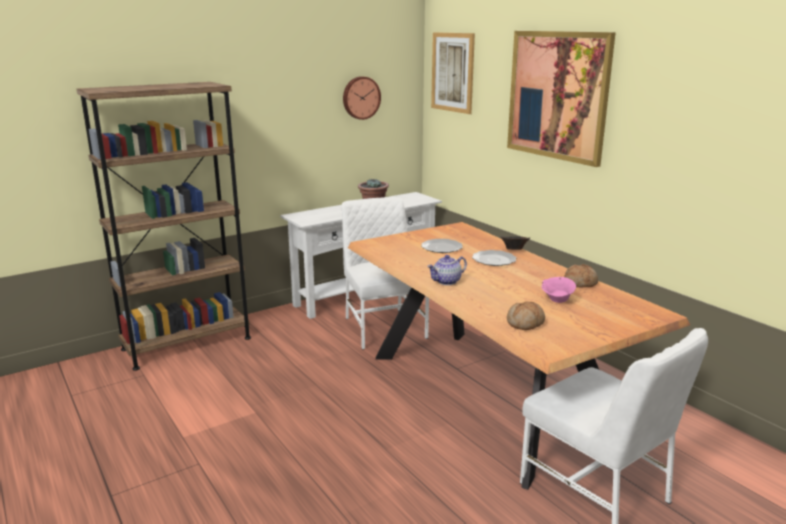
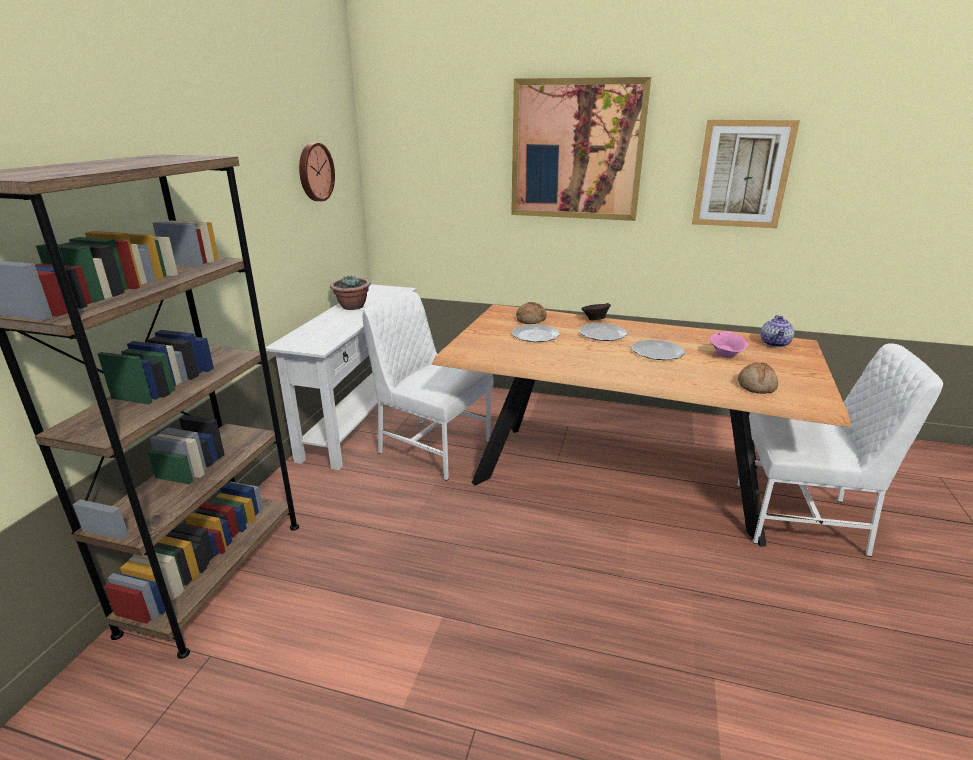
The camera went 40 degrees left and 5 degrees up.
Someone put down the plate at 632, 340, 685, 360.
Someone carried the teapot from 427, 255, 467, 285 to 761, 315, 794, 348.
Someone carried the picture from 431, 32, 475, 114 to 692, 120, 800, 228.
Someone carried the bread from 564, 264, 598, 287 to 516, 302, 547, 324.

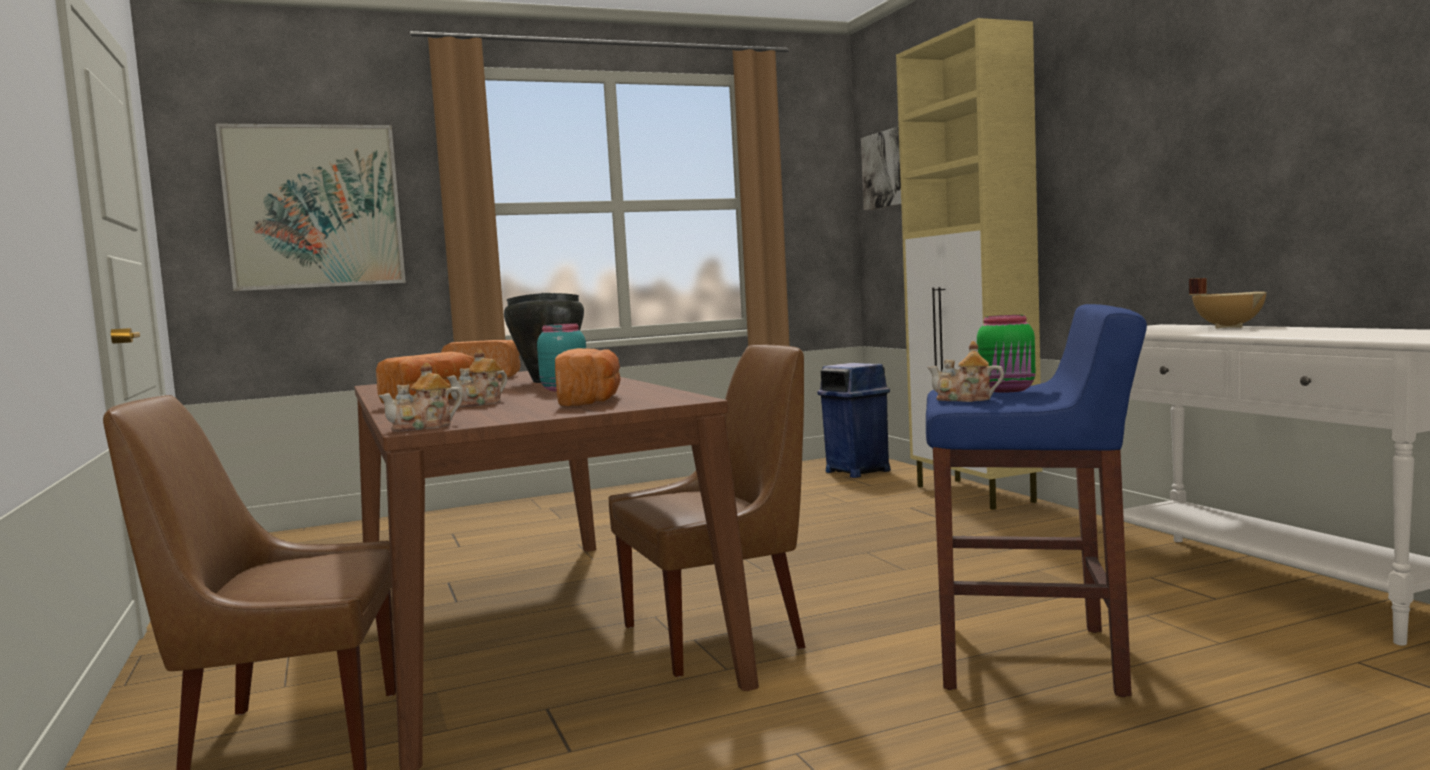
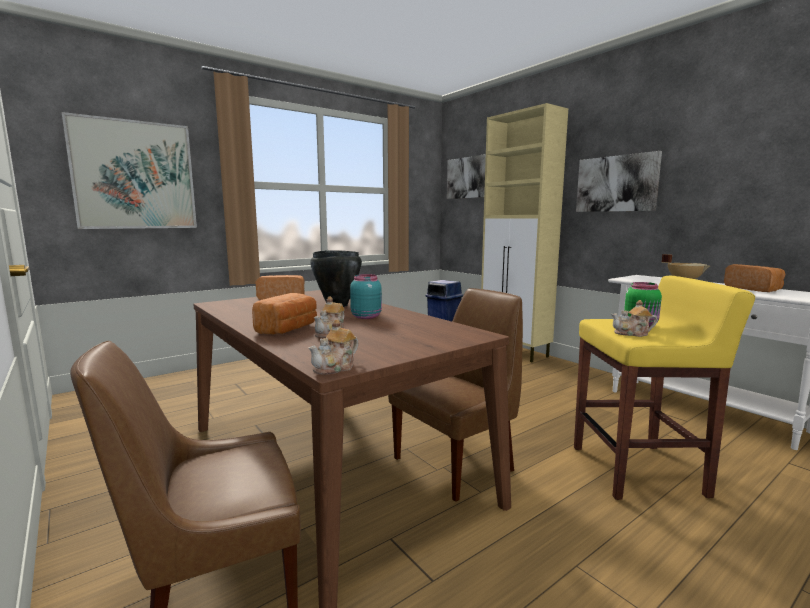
The camera went 15 degrees left and 5 degrees up.
Someone put up the picture at 576, 151, 662, 212.
Someone carried the bread from 555, 348, 621, 406 to 724, 264, 785, 292.
Someone repainted the stool in blue at 926, 304, 1147, 697, which became the stool in yellow at 574, 276, 755, 500.

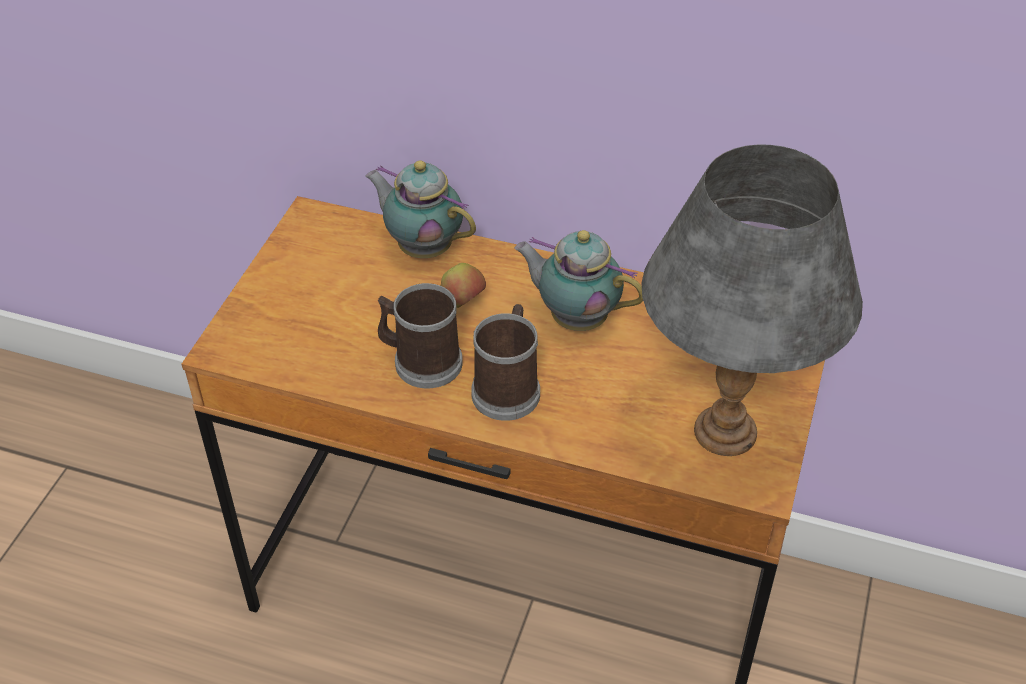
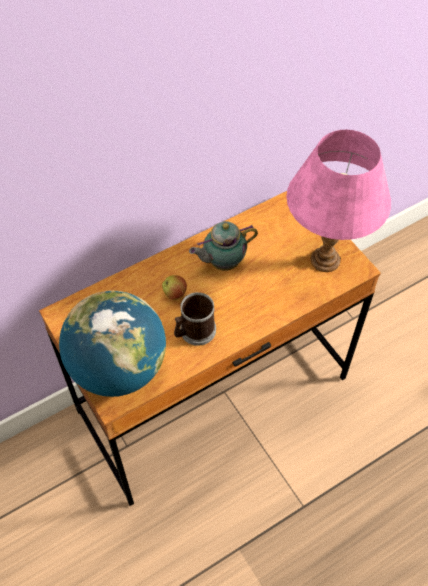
The camera went 50 degrees left and 10 degrees up.
Someone took away the teapot at 365, 160, 476, 258.
Someone took away the mug at 471, 304, 540, 421.
Someone put down the globe at 59, 290, 166, 397.
Someone repainted the table lamp in grey at 642, 144, 863, 456, which became the table lamp in pink at 286, 130, 391, 272.

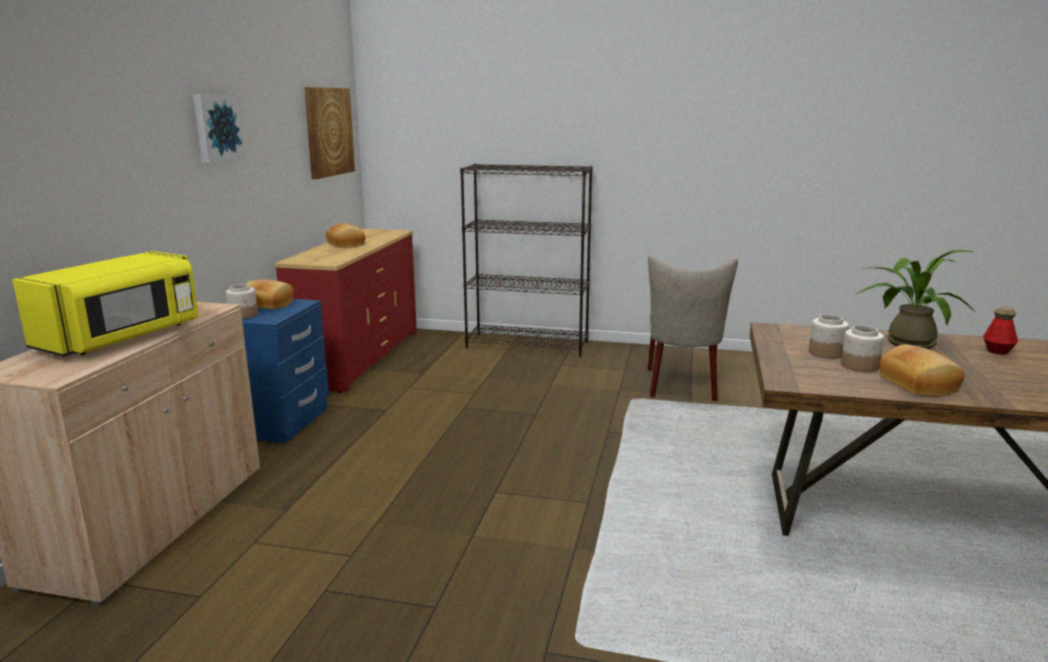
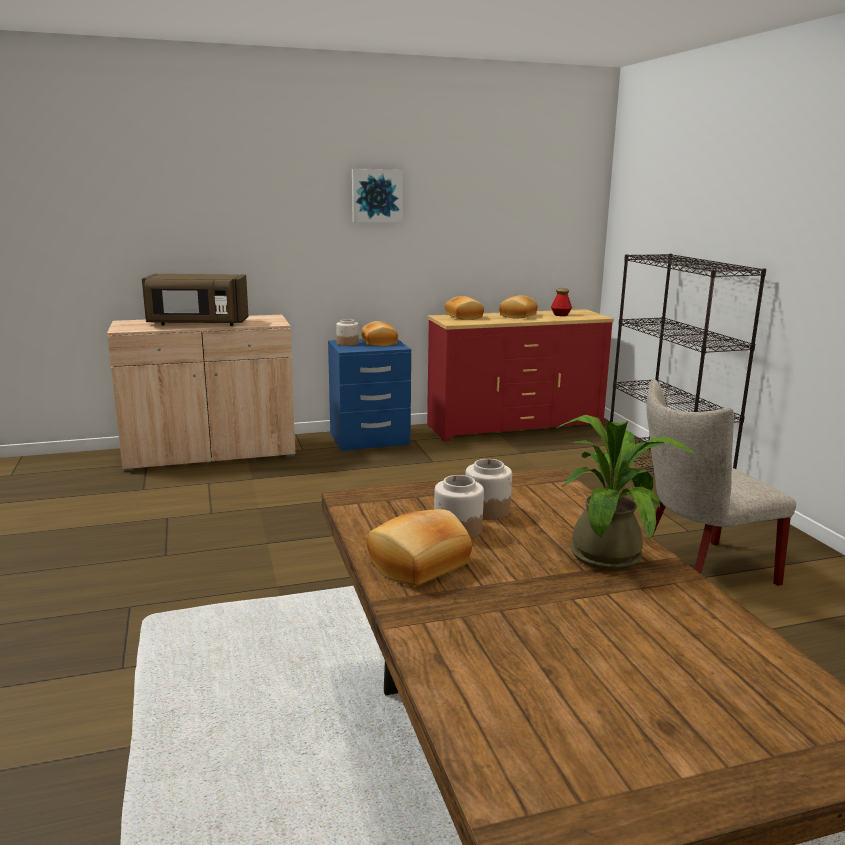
The camera went 60 degrees right and 0 degrees up.
Someone took away the picture at 304, 87, 355, 179.
Someone put down the bread at 445, 296, 484, 320.
Someone carried the bottle from 983, 306, 1018, 355 to 551, 288, 572, 316.
Someone repainted the microwave in yellow at 12, 251, 198, 357, which became the microwave in brown at 142, 274, 249, 326.

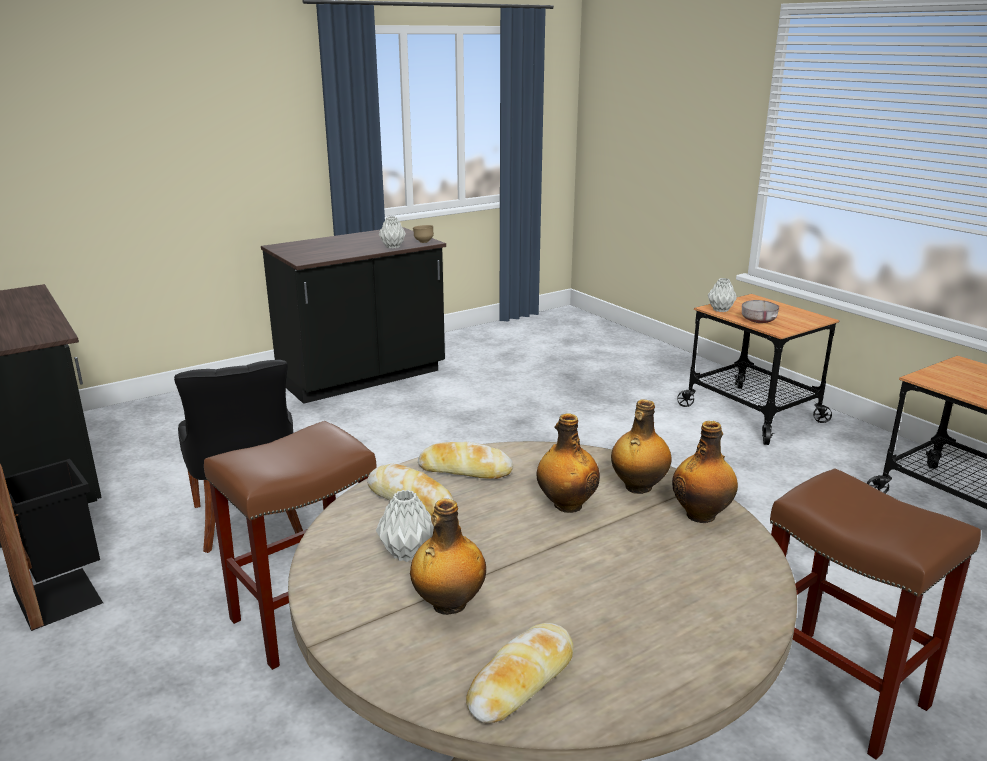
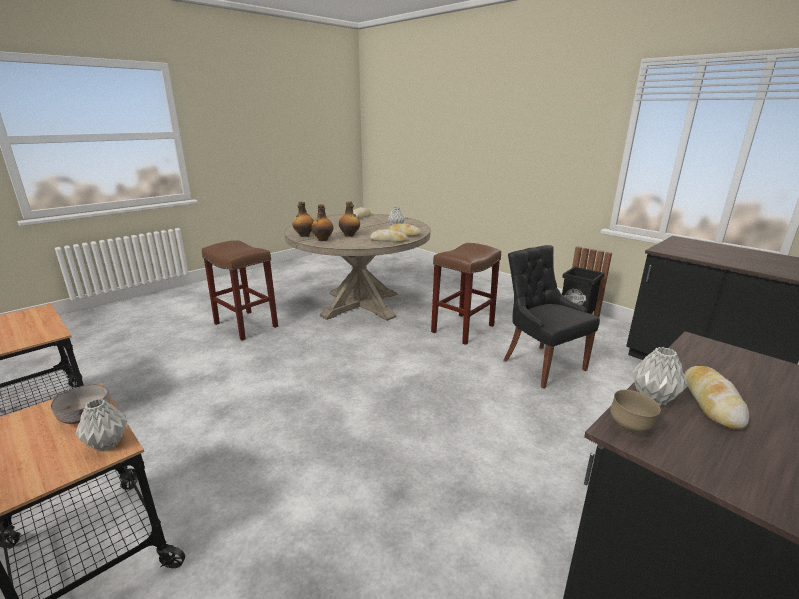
The camera went 170 degrees right and 0 degrees up.
Someone took away the bottle at 410, 498, 486, 615.
Someone put down the bread at 684, 366, 749, 429.

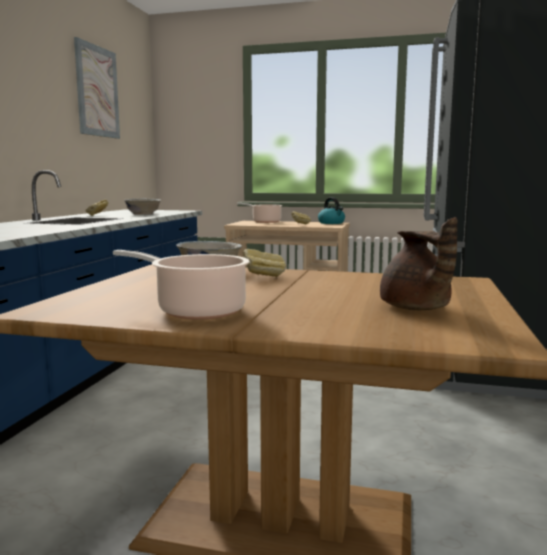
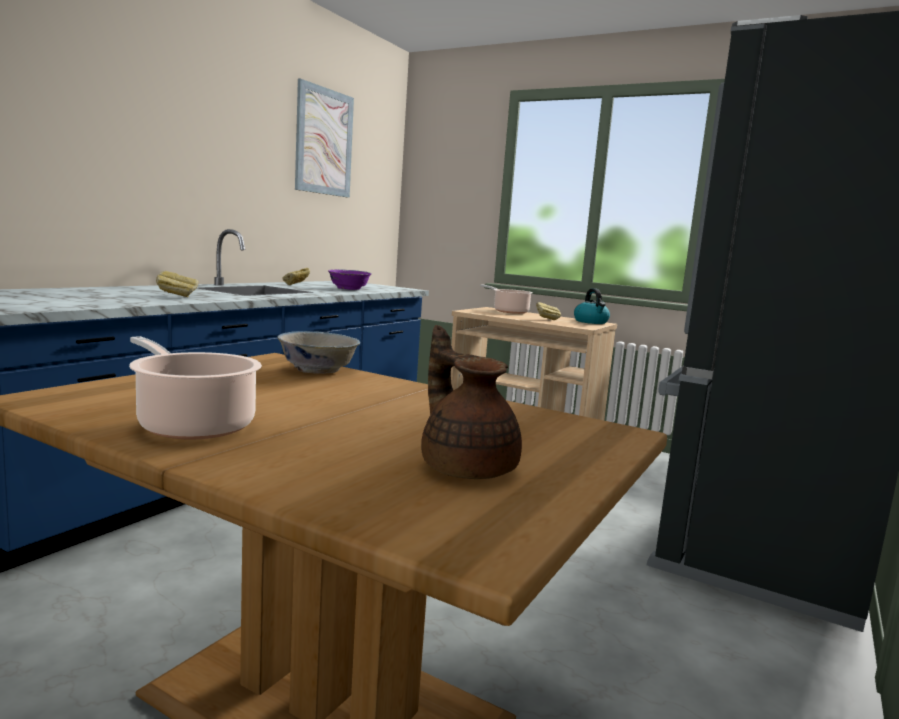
The camera went 15 degrees right and 0 degrees up.
Someone carried the bread from 242, 249, 286, 277 to 156, 271, 199, 297.
Someone repainted the bowl in white at 124, 199, 161, 215, which became the bowl in purple at 328, 269, 372, 290.
Someone rotated the teapot in brown at 380, 217, 458, 310 by 150 degrees clockwise.

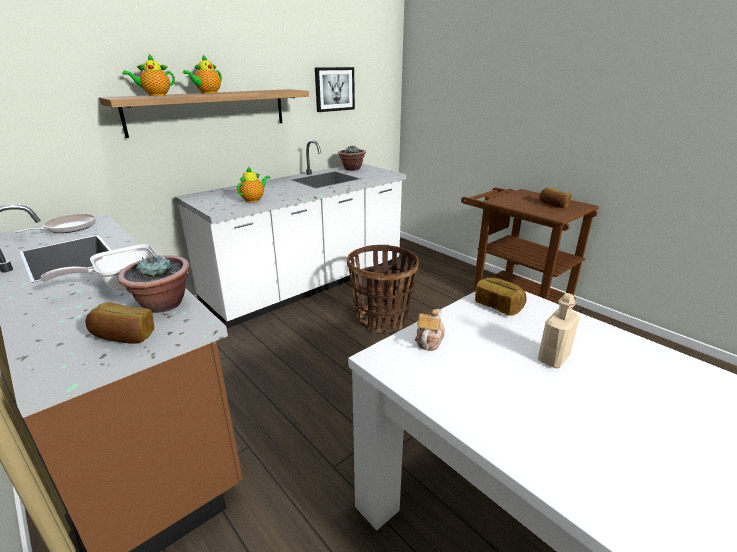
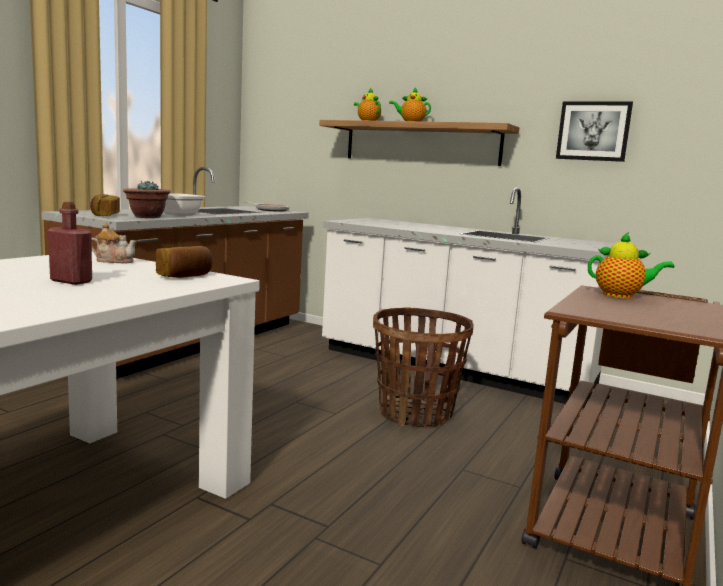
The camera went 70 degrees right and 15 degrees down.
Someone took away the potted plant at 338, 146, 366, 171.
Someone took away the bread at 539, 188, 572, 208.
Someone carried the teapot from 237, 167, 270, 203 to 588, 232, 674, 298.
Someone repainted the bottle in beige at 538, 293, 580, 368, which became the bottle in red at 48, 202, 92, 285.

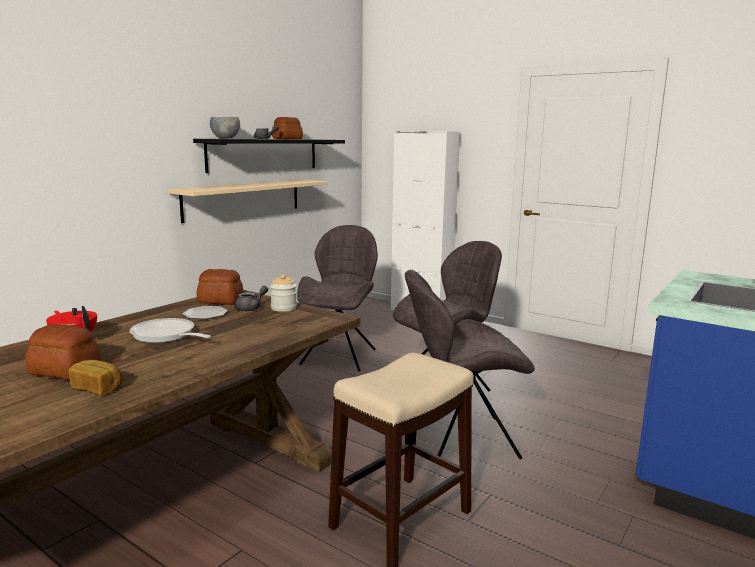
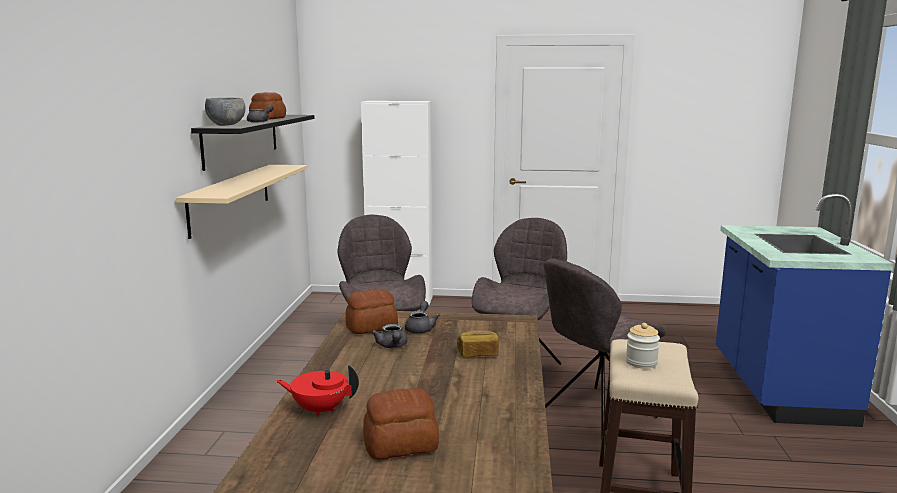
The camera went 30 degrees left and 0 degrees up.
Someone took away the frying pan at 130, 318, 211, 343.
Someone carried the bread from 69, 360, 122, 395 to 457, 331, 499, 357.
Someone carried the jar from 270, 274, 297, 312 to 626, 323, 660, 369.
Someone swapped the plate at 182, 306, 228, 319 for the teapot in grey at 371, 324, 408, 348.

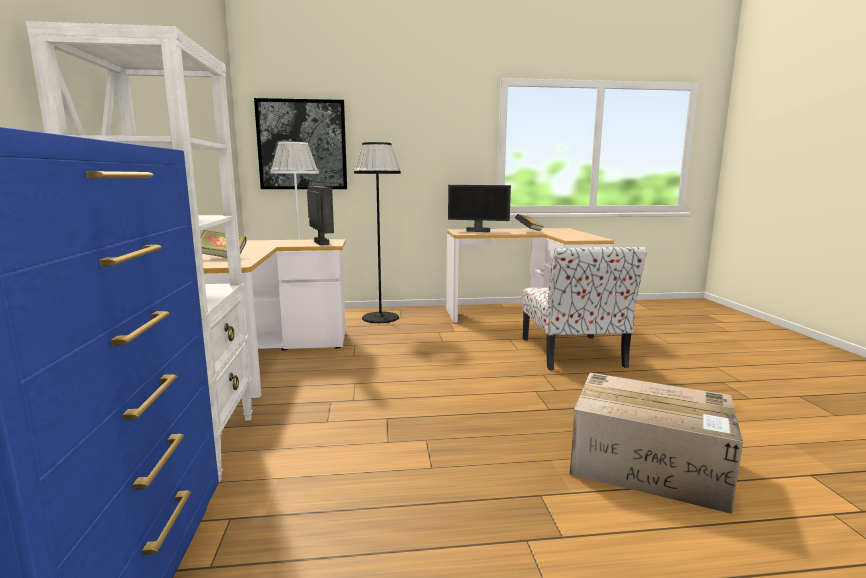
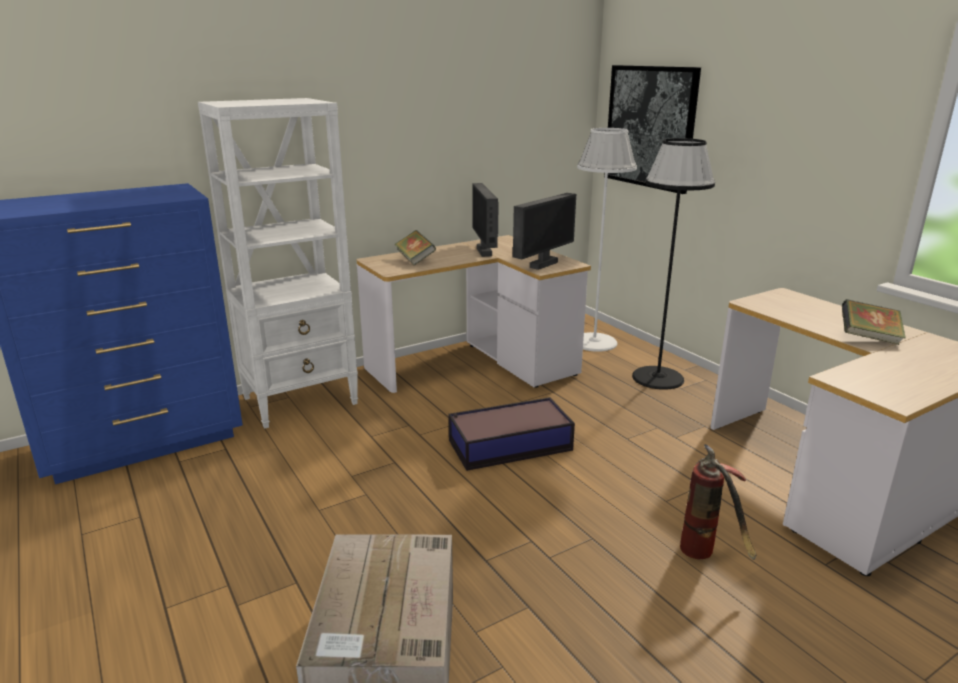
The camera went 65 degrees right and 10 degrees up.
Someone put down the storage box at 448, 397, 575, 471.
Someone carried the monitor from 448, 185, 511, 232 to 472, 183, 499, 257.
Someone swapped the chair at 522, 247, 647, 370 for the fire extinguisher at 680, 444, 756, 560.

